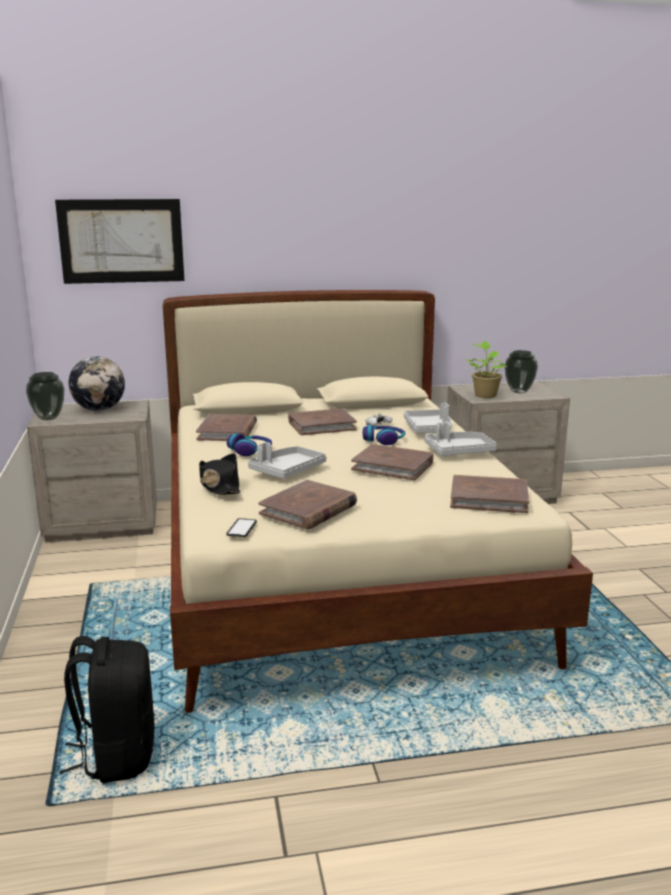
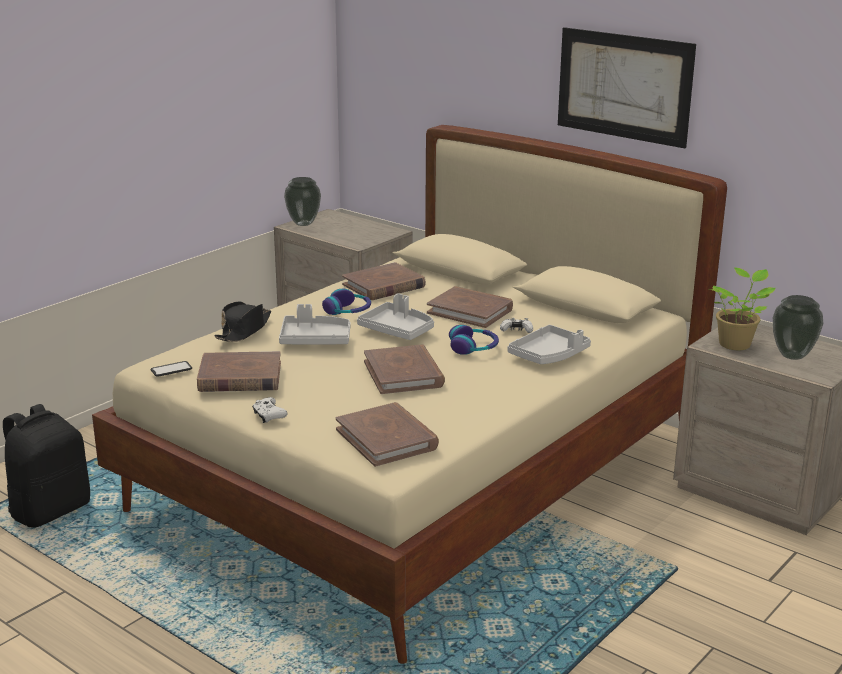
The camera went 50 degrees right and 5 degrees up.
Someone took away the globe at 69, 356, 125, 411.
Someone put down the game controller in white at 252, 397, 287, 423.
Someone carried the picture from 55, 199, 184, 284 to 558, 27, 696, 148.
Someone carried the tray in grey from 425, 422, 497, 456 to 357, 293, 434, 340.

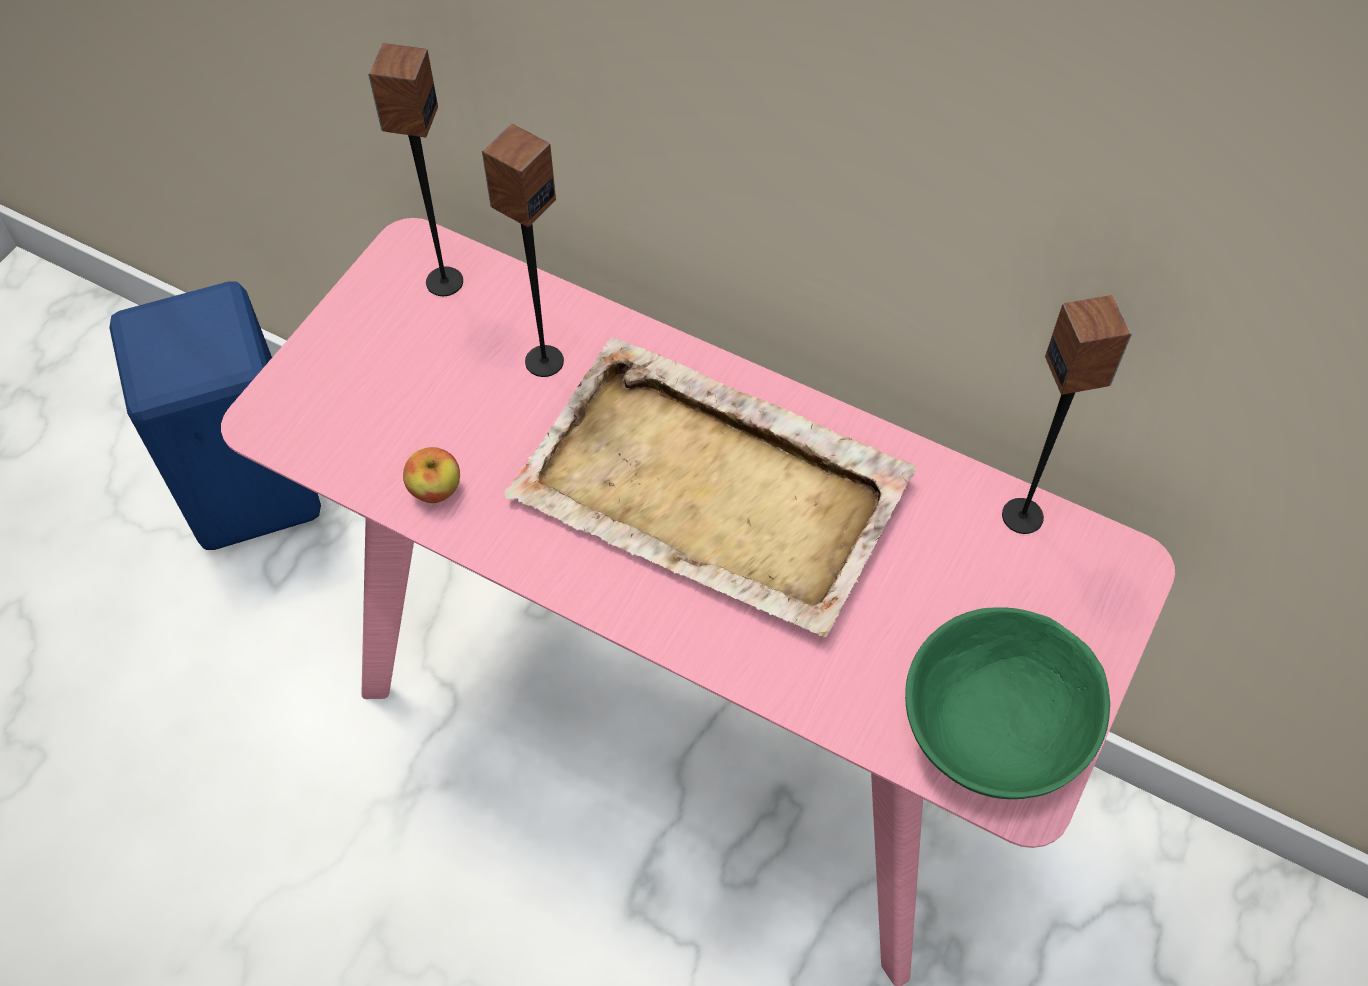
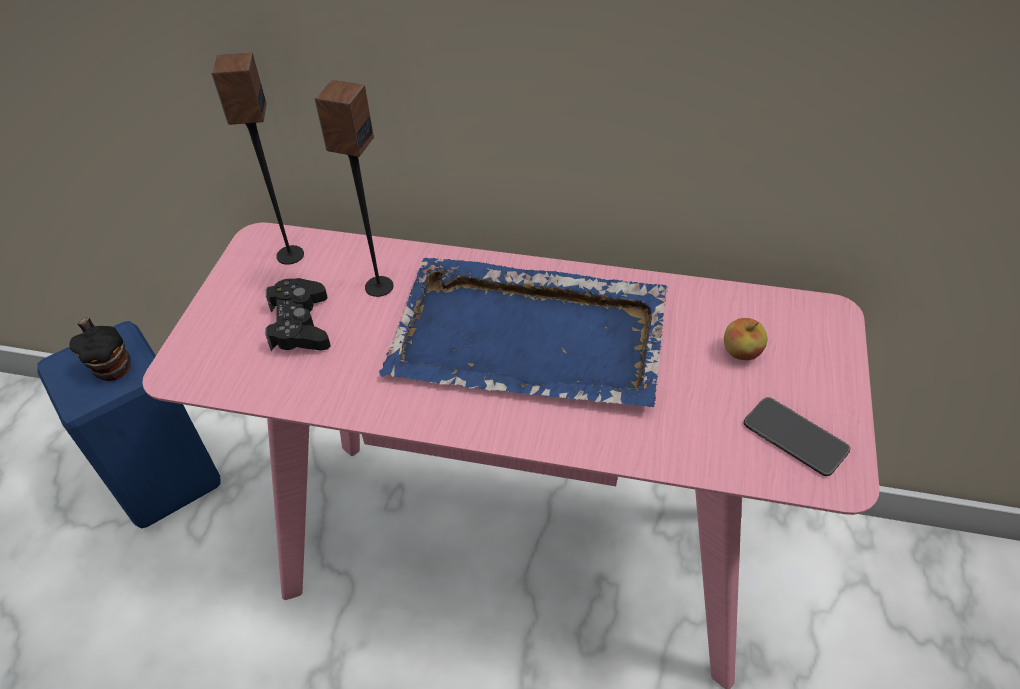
The camera went 15 degrees left and 10 degrees down.
Someone took away the speaker at 1002, 295, 1132, 534.
Someone put down the mug at 69, 318, 131, 381.
Someone put down the game controller in black at 265, 278, 330, 351.
Someone carried the apple from 403, 447, 460, 503 to 724, 318, 767, 360.
Someone swapped the bowl in green at 905, 607, 1110, 799 for the phone at 744, 397, 850, 476.
Someone repainted the tray in beige at 505, 338, 917, 637, which became the tray in blue at 379, 258, 668, 407.

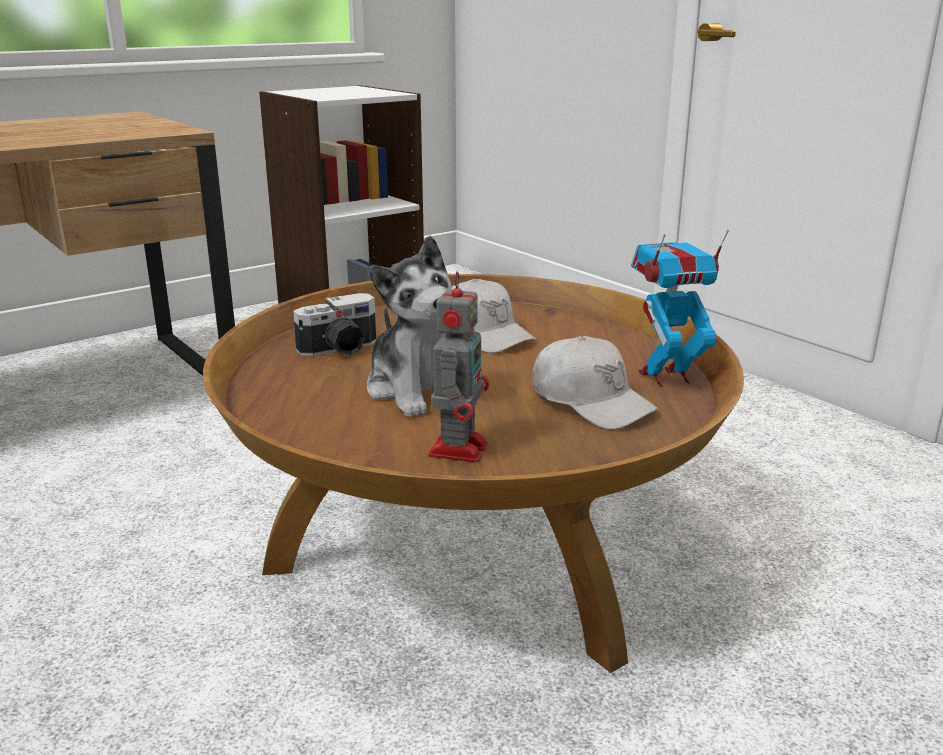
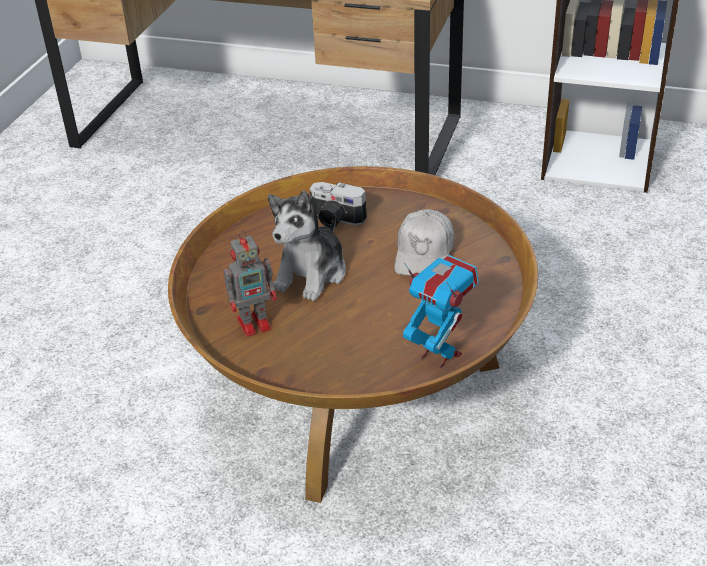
The camera went 55 degrees right and 15 degrees up.
Someone took away the cap in white at 532, 336, 659, 430.

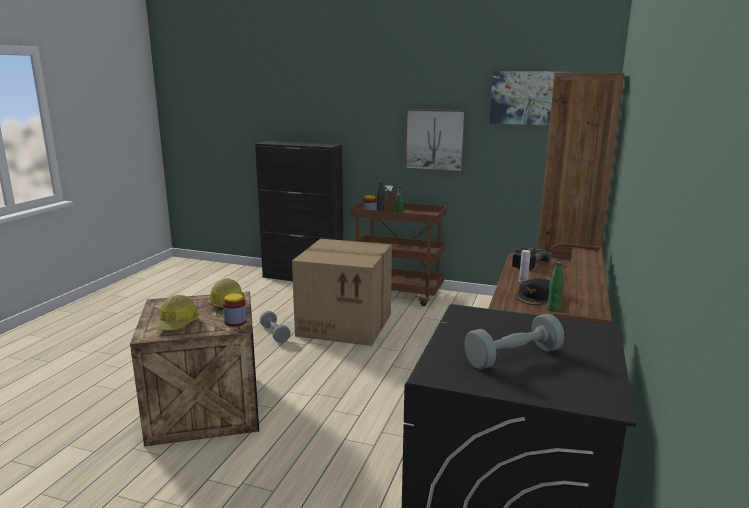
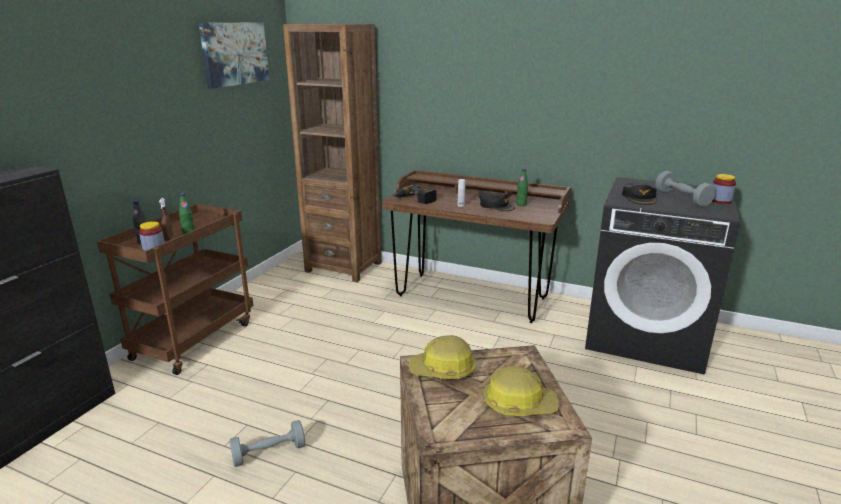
The camera went 85 degrees left and 5 degrees up.
Someone took away the cardboard box at 292, 239, 392, 346.
Someone took away the picture at 405, 109, 466, 172.
Someone put down the cap in black at 622, 182, 657, 205.
Someone carried the jar from 223, 293, 247, 327 to 712, 174, 736, 204.

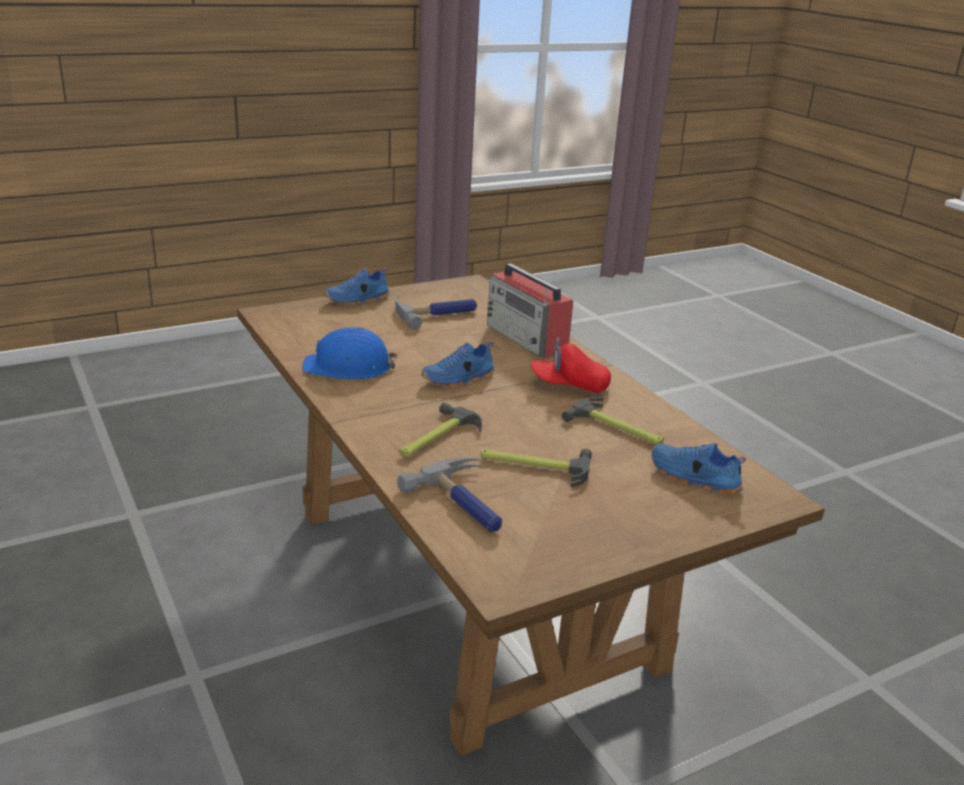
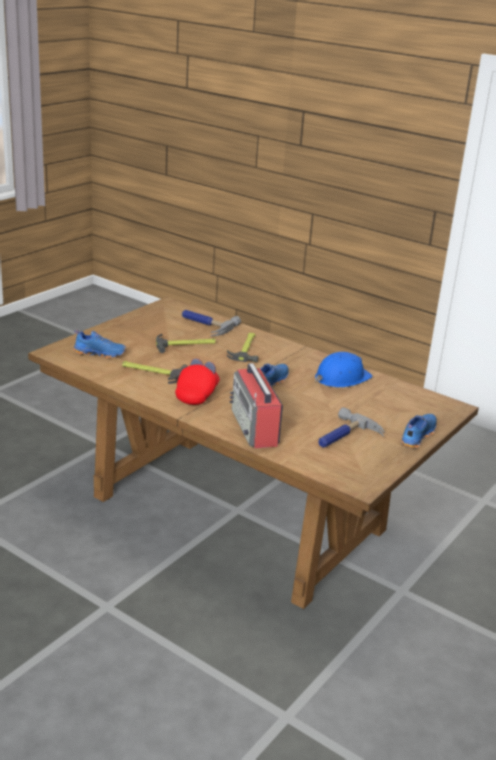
The camera went 155 degrees right and 0 degrees up.
Someone rotated the radio at 487, 263, 573, 359 by 135 degrees counterclockwise.
Someone rotated the cap in red at 531, 338, 611, 393 by 45 degrees counterclockwise.

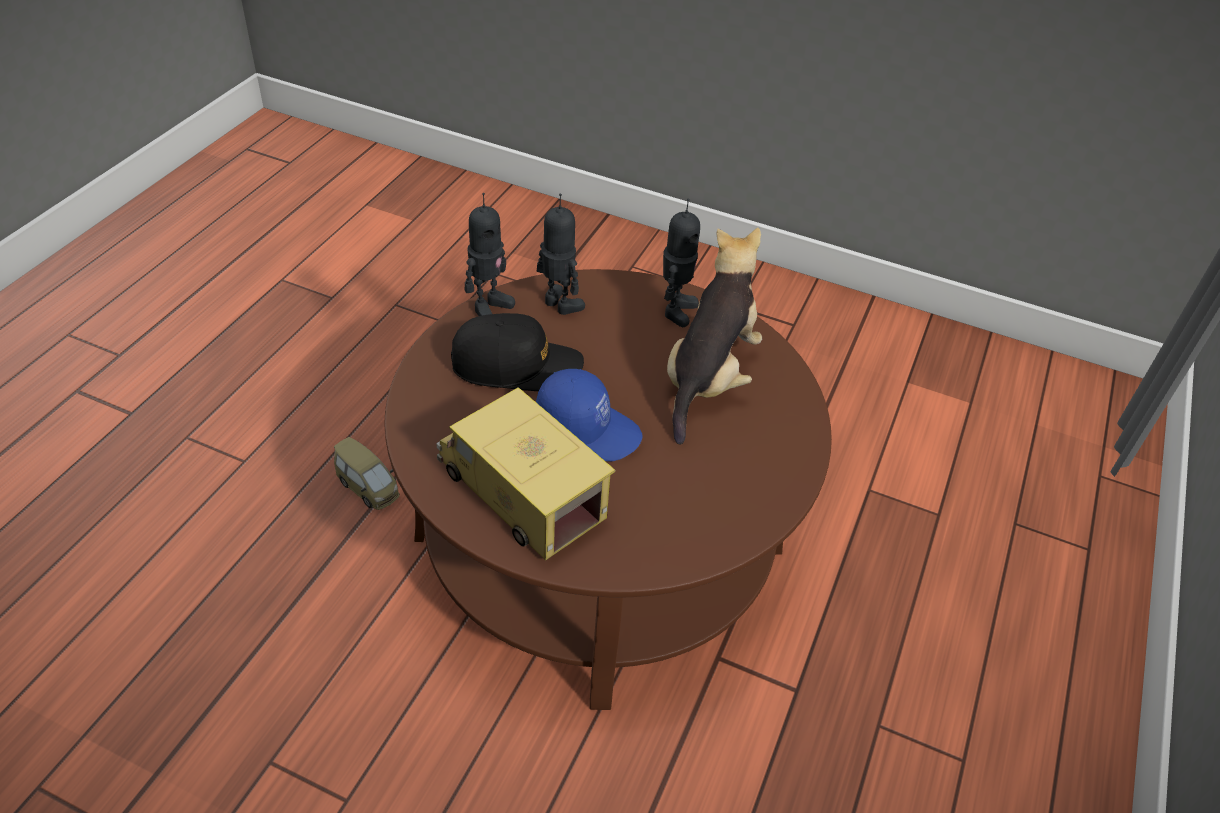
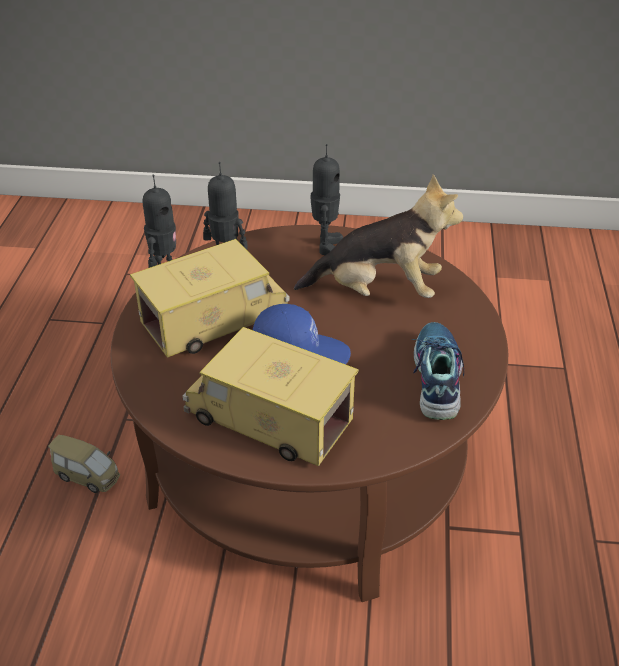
The camera went 15 degrees left and 5 degrees down.
Someone put down the shoe at 412, 322, 464, 420.
Someone swapped the cap in black at 451, 313, 584, 391 for the toy truck at 130, 239, 290, 358.
Someone rotated the plush toy at 667, 228, 762, 444 by 90 degrees clockwise.

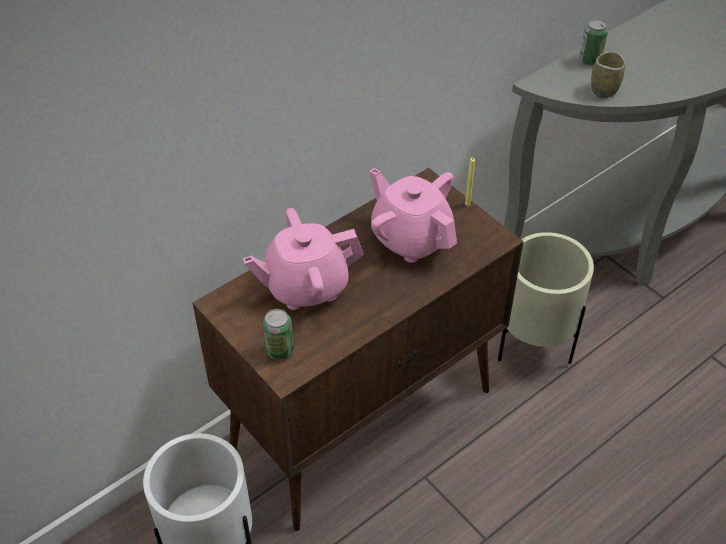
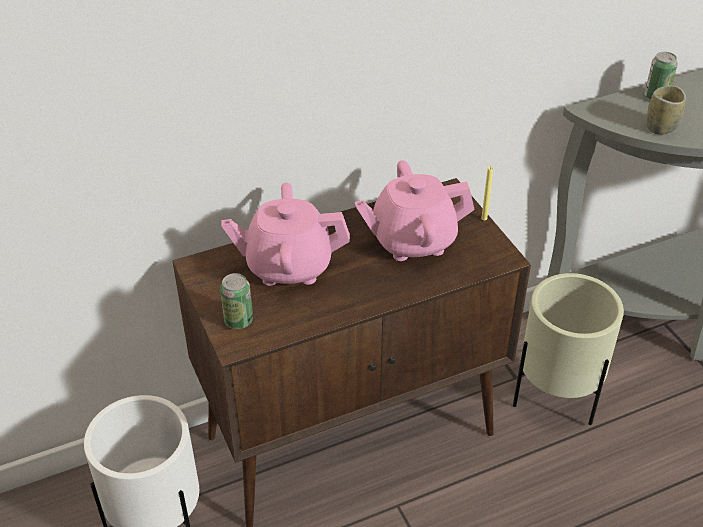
The camera went 15 degrees right and 5 degrees down.
Someone rotated the teapot in pink at 369, 168, 457, 263 by 75 degrees counterclockwise.

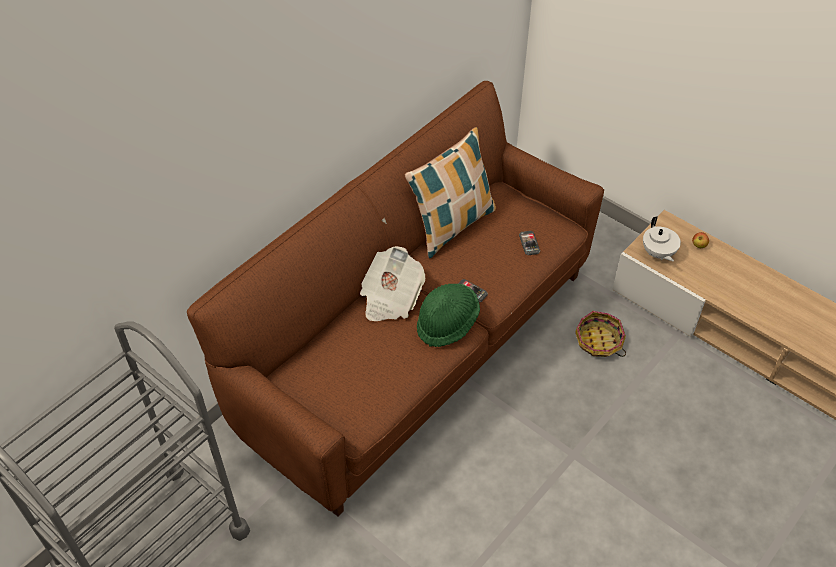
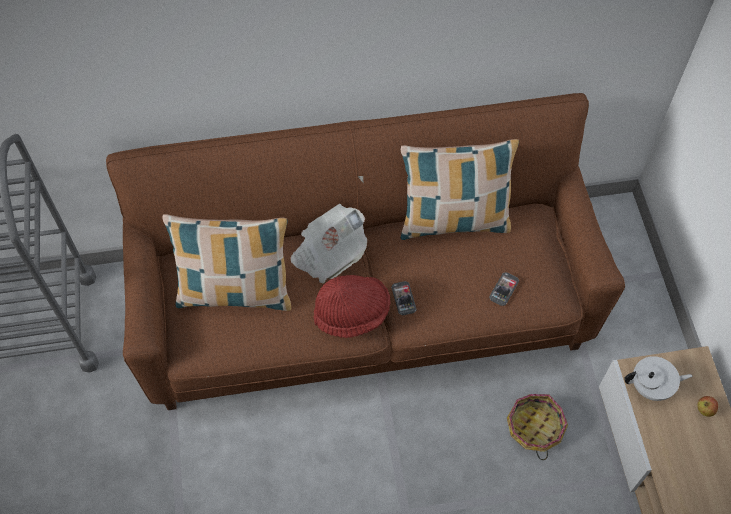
The camera went 40 degrees right and 10 degrees up.
Someone put down the pillow at 162, 214, 291, 311.
Someone repainted the hat in green at 417, 284, 480, 347, which became the hat in red at 313, 275, 390, 338.
Someone rotated the teapot in white at 643, 217, 681, 262 by 120 degrees counterclockwise.

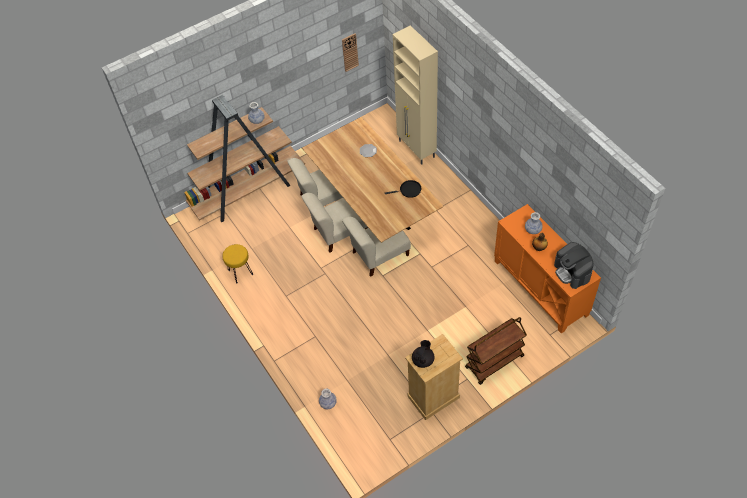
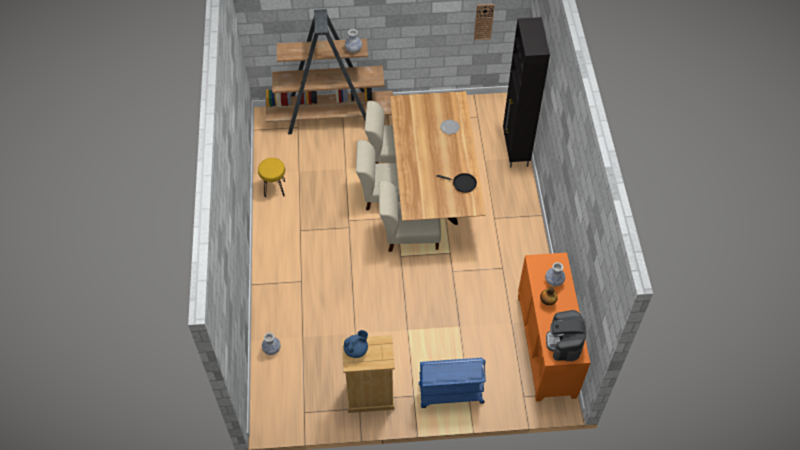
The camera went 25 degrees right and 0 degrees up.
Someone repainted the cabinet in beige at 393, 26, 438, 165, which became the cabinet in black at 503, 17, 550, 168.
Someone repainted the teapot in black at 412, 340, 434, 368, which became the teapot in blue at 343, 330, 368, 358.
Someone repainted the cart in brown at 465, 317, 527, 385, which became the cart in blue at 419, 357, 486, 408.

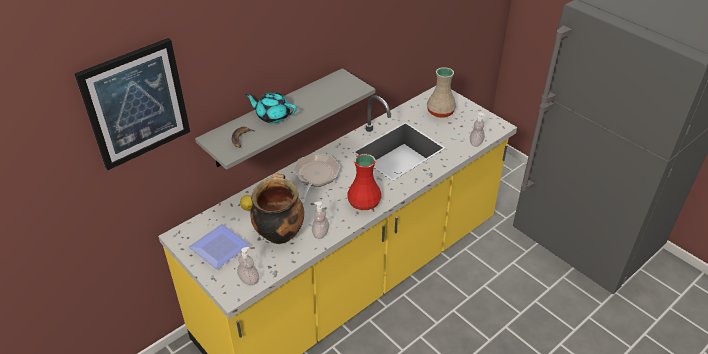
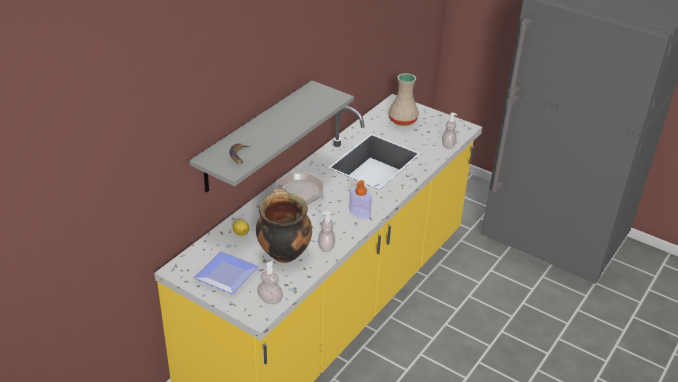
The camera went 15 degrees left and 5 degrees down.
Someone took away the picture at 75, 38, 190, 170.
Someone took away the teapot in turquoise at 245, 92, 297, 123.
Someone swapped the vase in red at 347, 154, 381, 210 for the soap dispenser at 349, 180, 372, 219.

